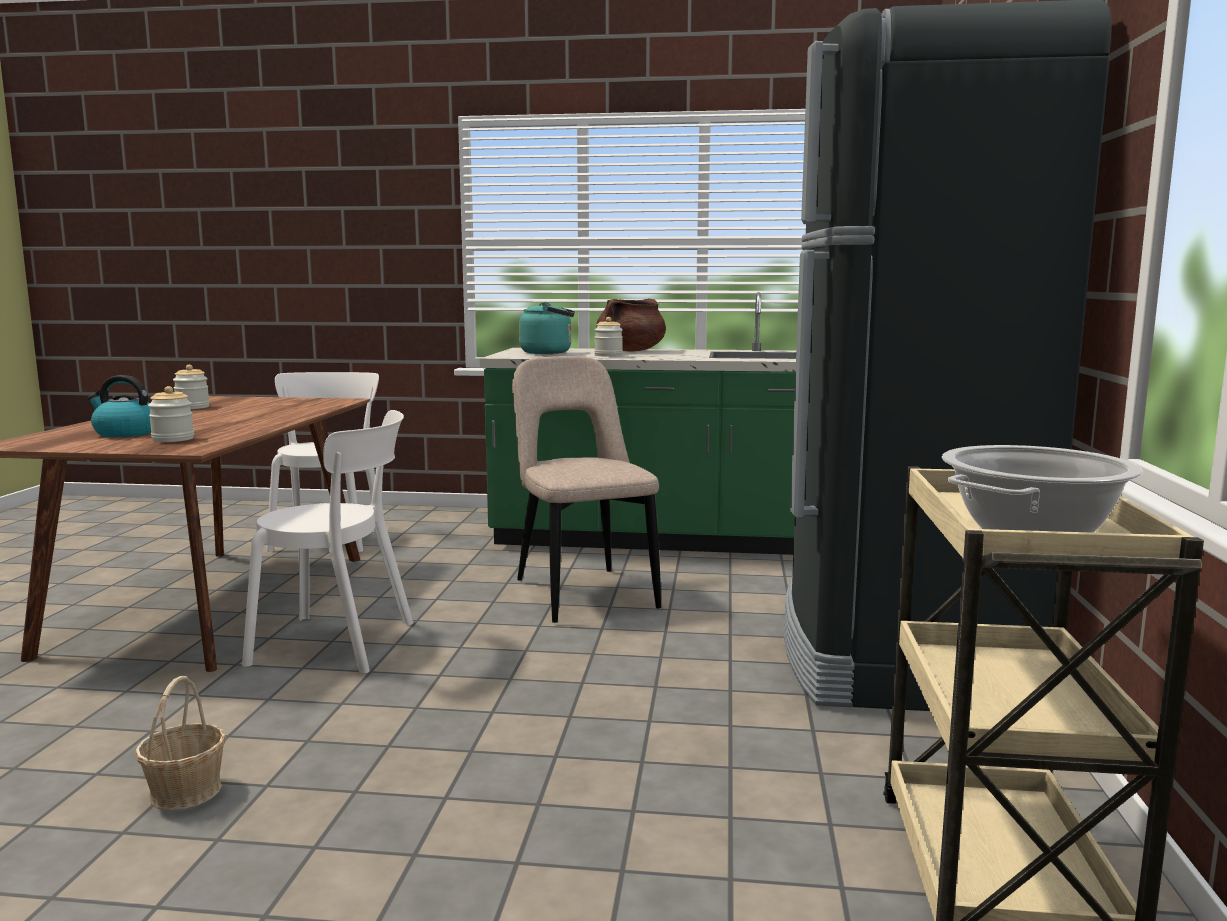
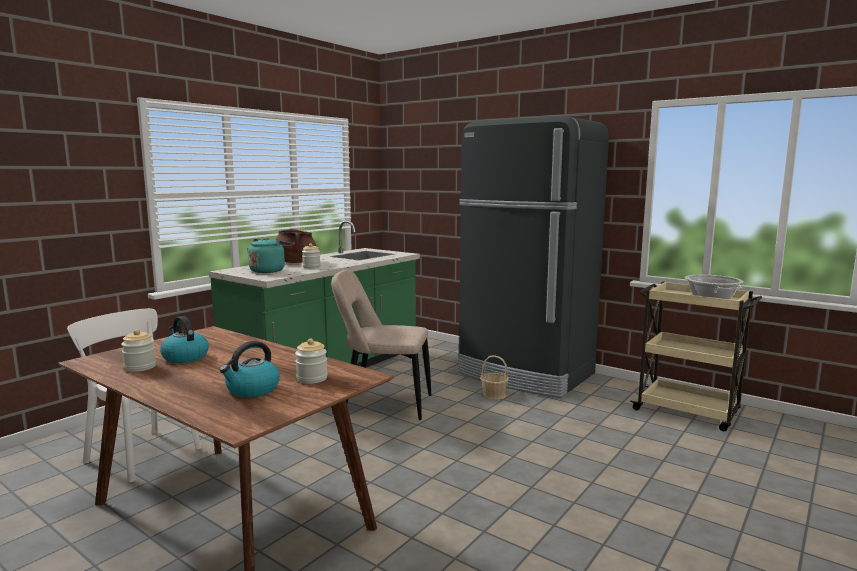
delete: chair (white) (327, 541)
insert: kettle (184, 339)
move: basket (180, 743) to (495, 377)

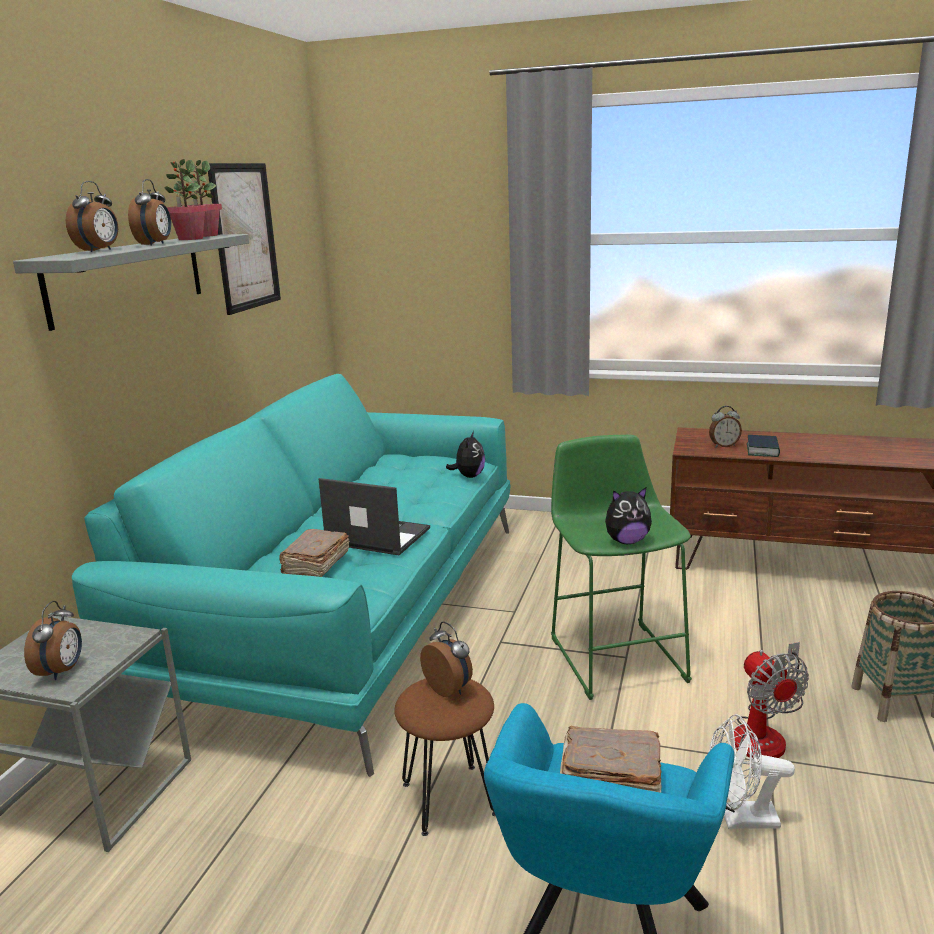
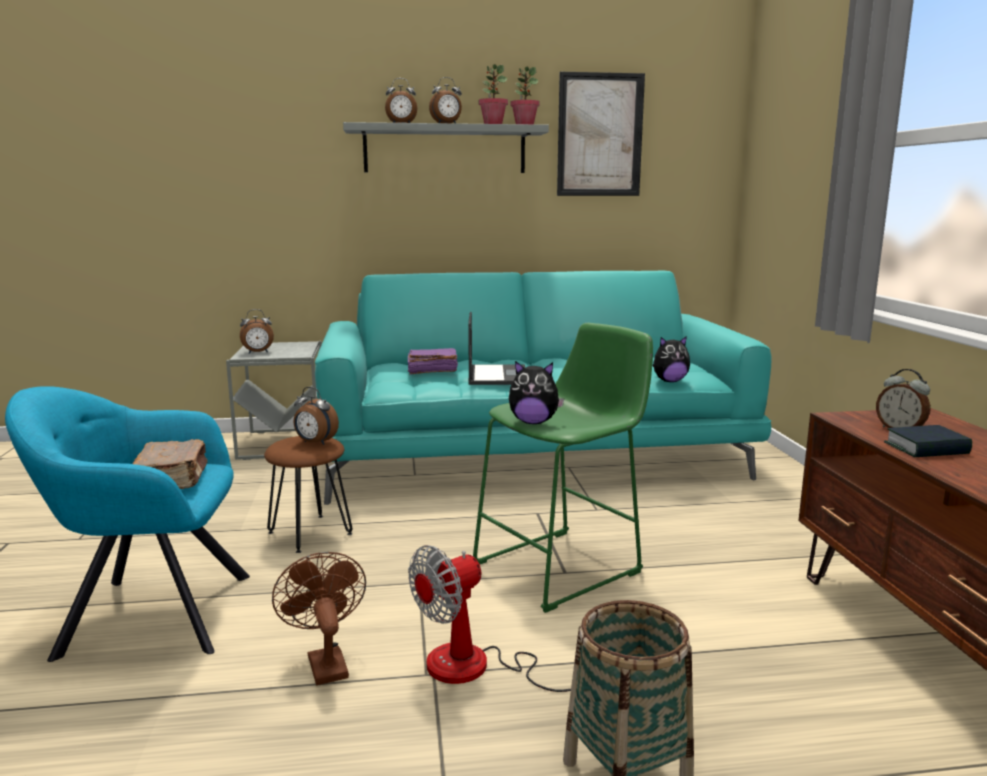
recolor: fan (white) (752, 771) to fan (brown) (319, 618); book (brown) (314, 553) to book (purple) (433, 361)
rotate: alarm clock (446, 659) = (316, 416) 90 degrees clockwise; plush toy (628, 515) = (536, 392) 45 degrees counterclockwise

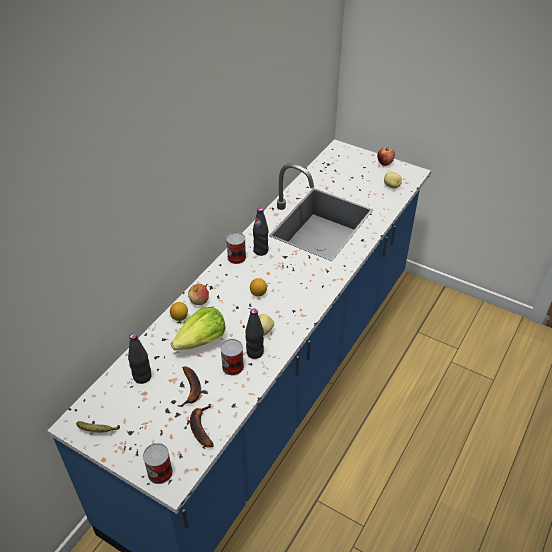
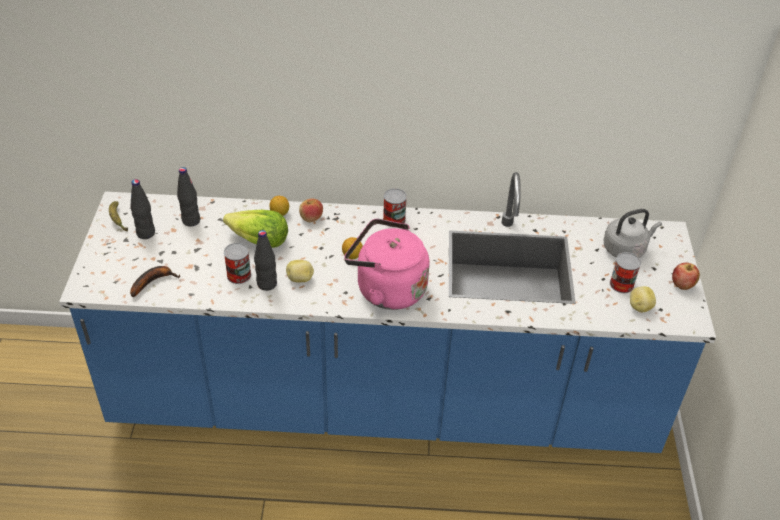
delete: banana (189, 387)
insert: kettle (pink) (387, 264); kettle (grey) (632, 233)
move: bottle (black) (261, 232) to (143, 209); can (158, 463) to (625, 272)

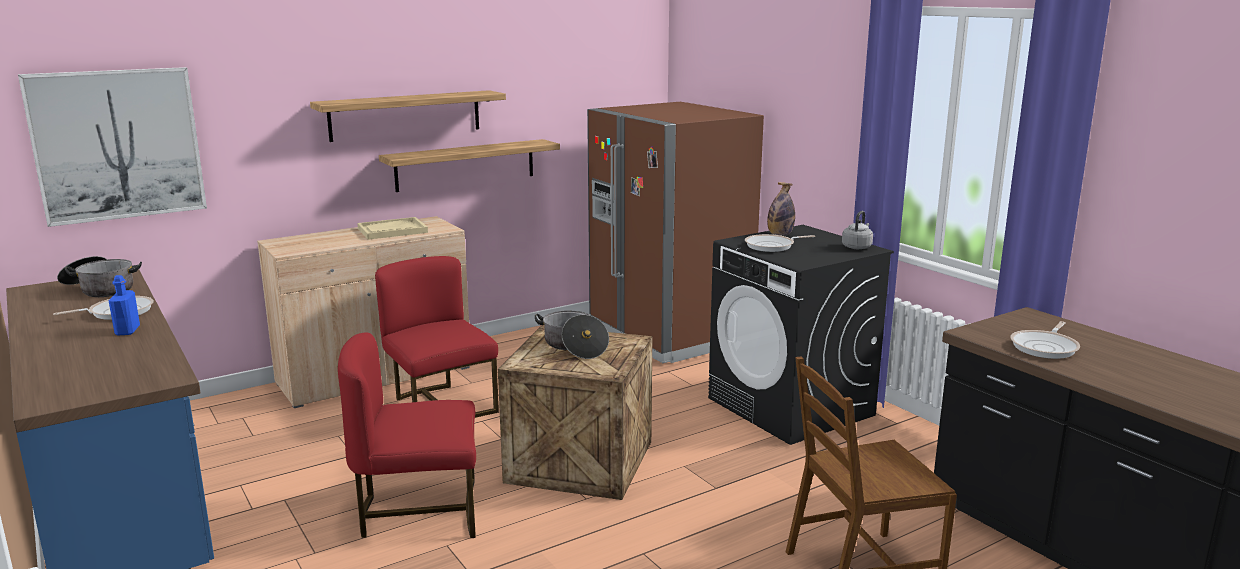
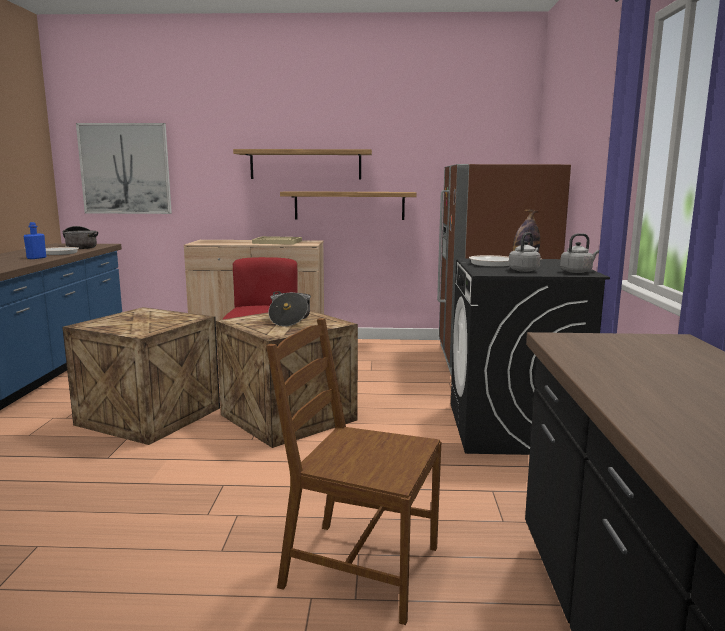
delete: frying pan (1045, 340)
insert: kettle (grey) (525, 252)
replace: chair (red) (407, 435) to crate (141, 376)

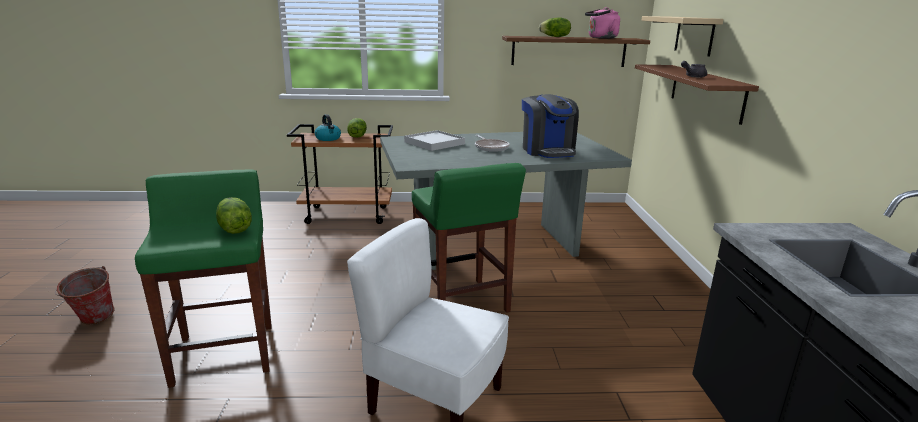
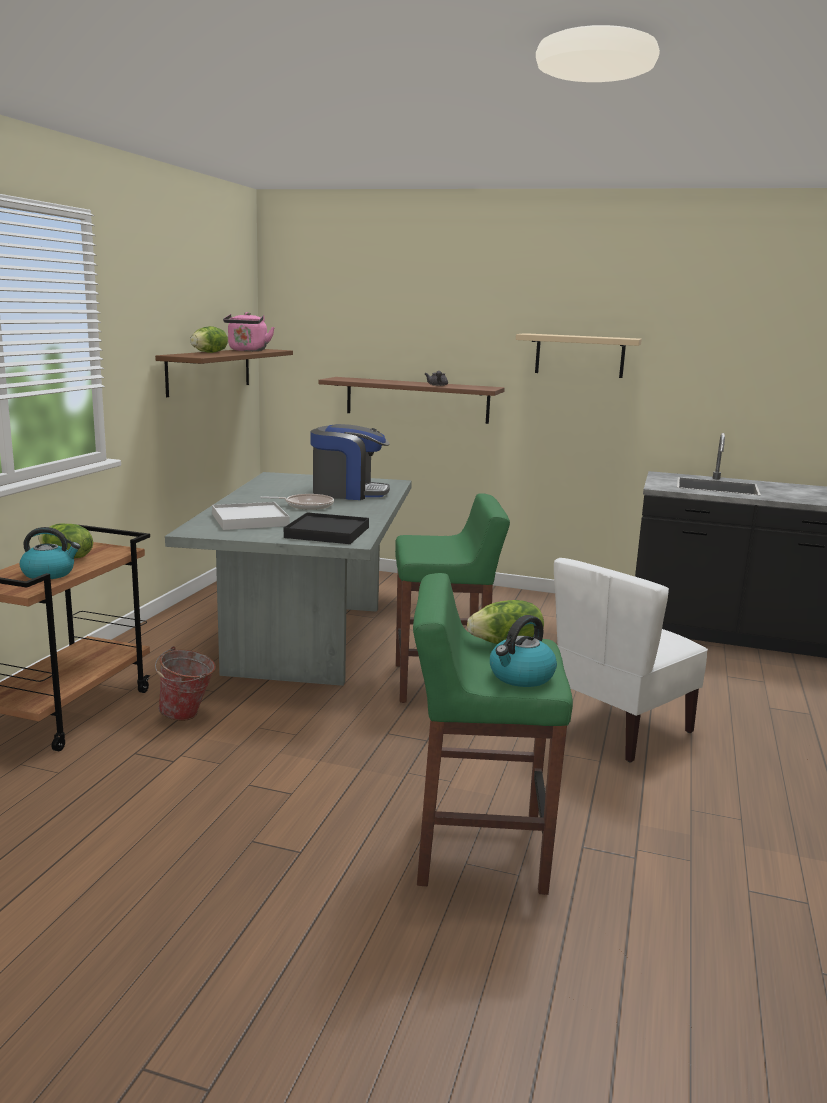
insert: tray (black) (326, 528); kettle (523, 651)
move: bucket (85, 295) to (185, 683); shelf (beige) (682, 36) to (579, 355)

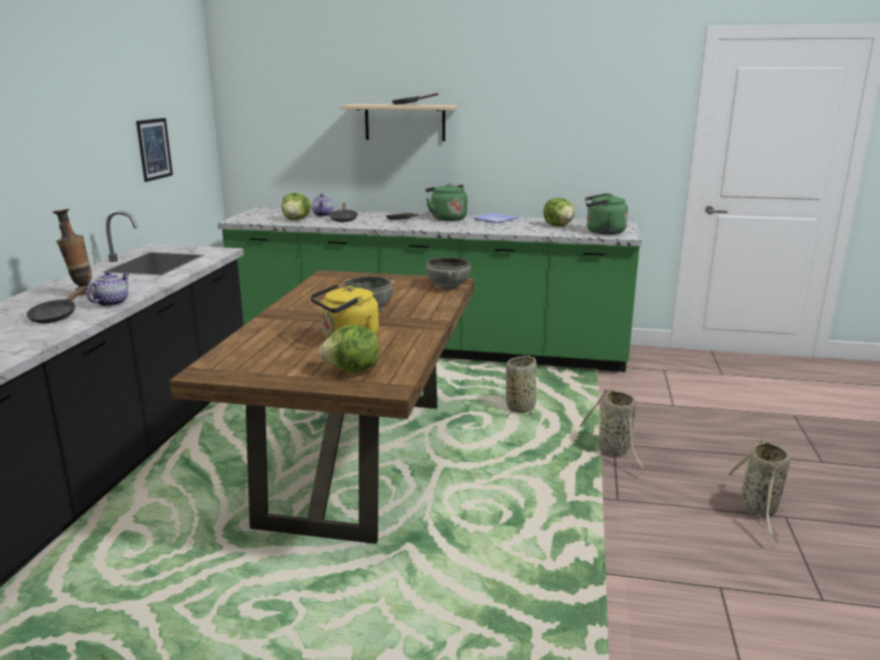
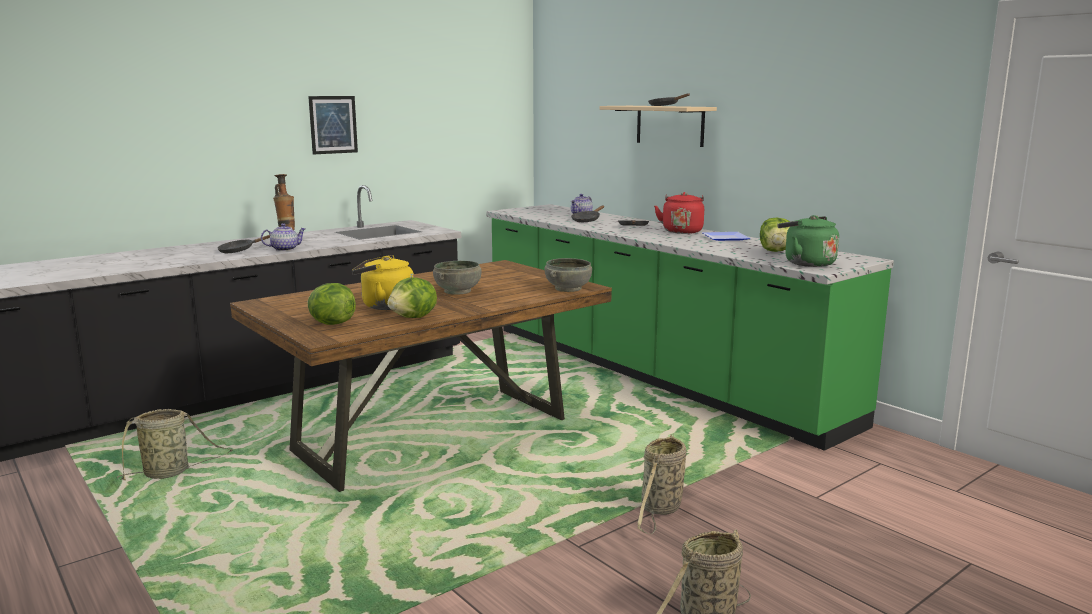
move: basket (521, 387) to (174, 444); picture (154, 150) to (333, 125); lettuce (296, 206) to (412, 298)
recolor: kettle (green) (446, 202) to kettle (red) (679, 213)

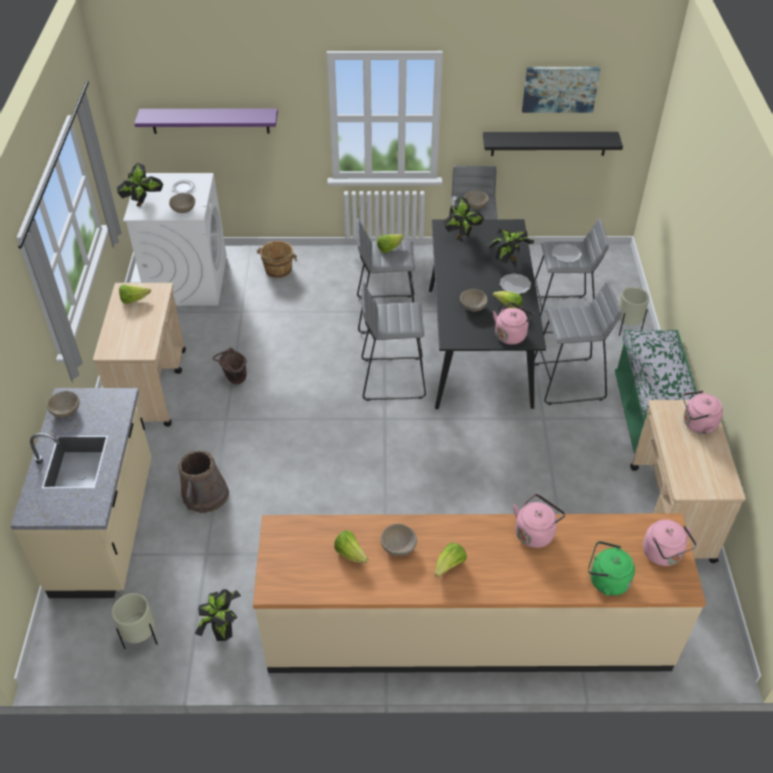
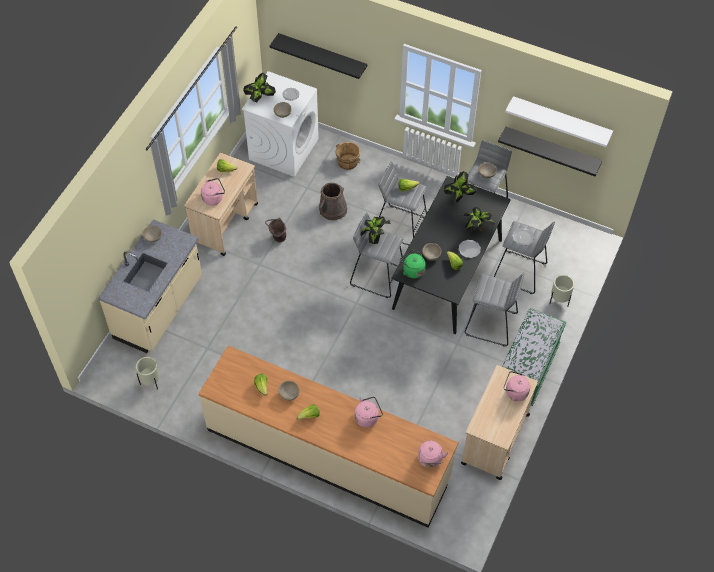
move: kettle (pink) (514, 323) to (213, 192); bucket (brown) (203, 482) to (333, 201); potted plant (218, 615) to (375, 230); kettle (green) (611, 568) to (413, 263)
replace: picture (561, 90) to shelf (white) (559, 121)
recolor: shelf (purple) (206, 121) to shelf (black) (318, 56)

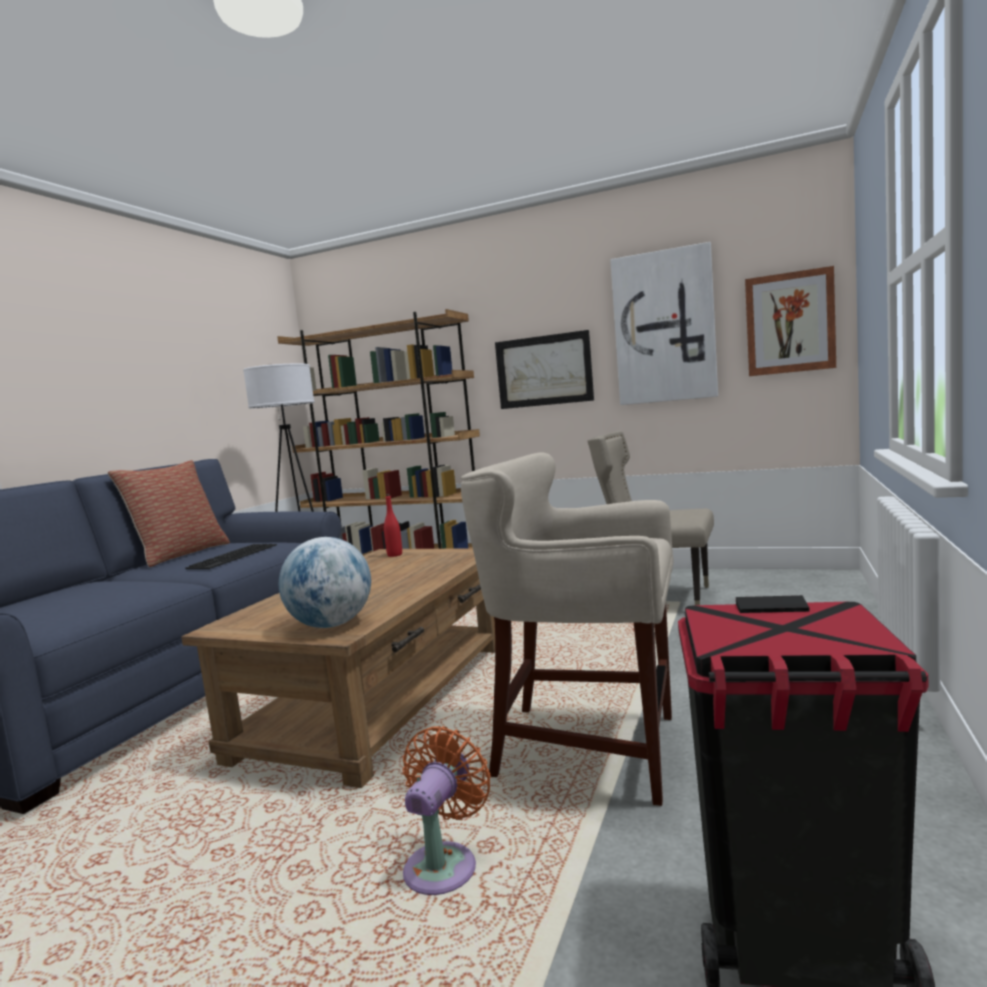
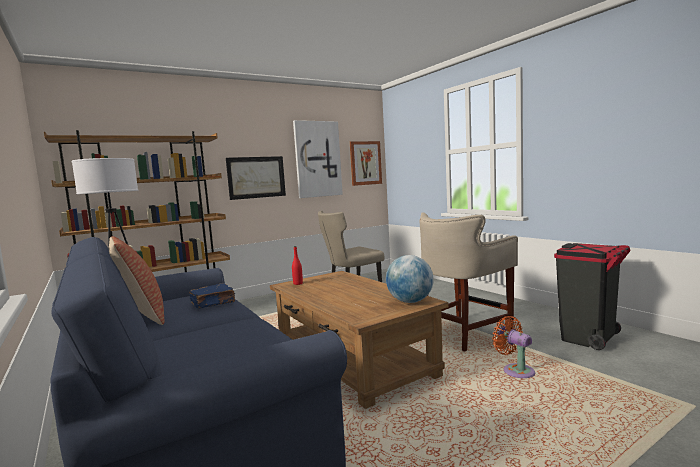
replace: keyboard (231, 556) to book (blue) (212, 295)

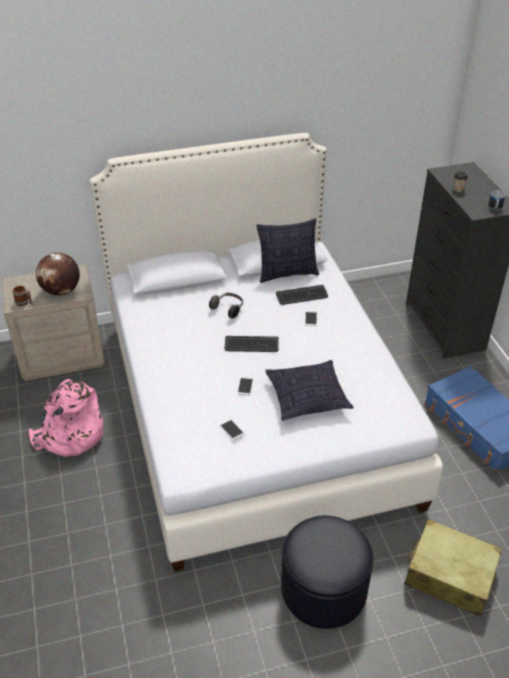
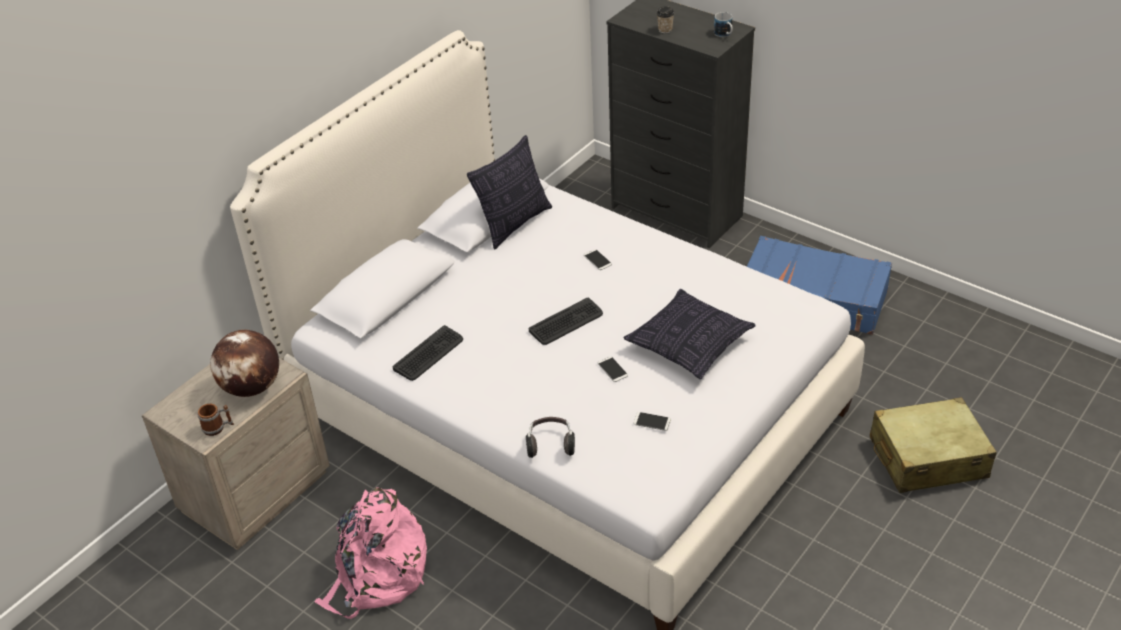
delete: ottoman (black) (327, 572)
move: keyboard (302, 295) to (428, 353); headphones (226, 305) to (550, 437)

